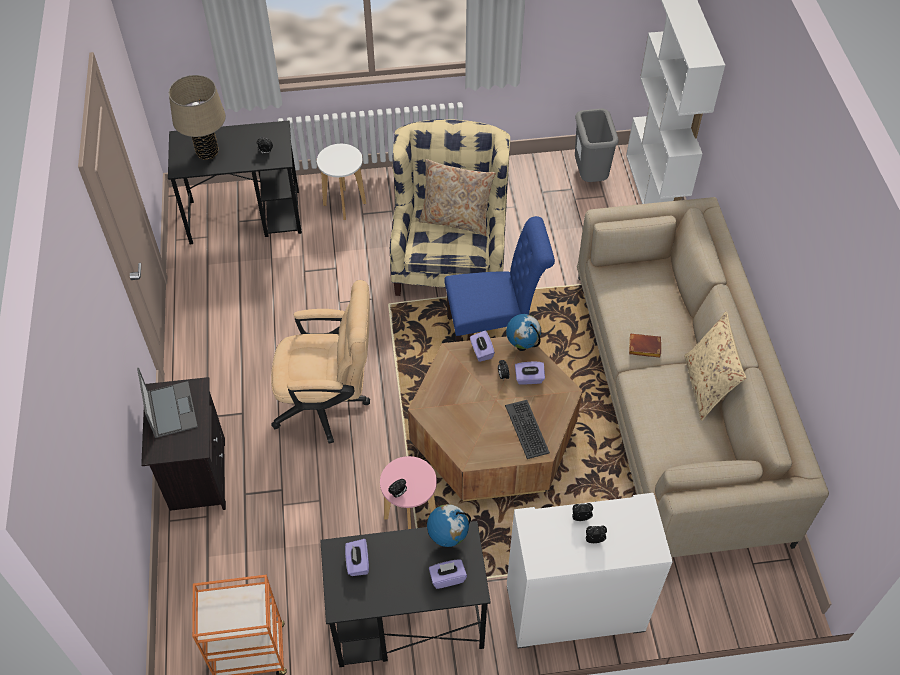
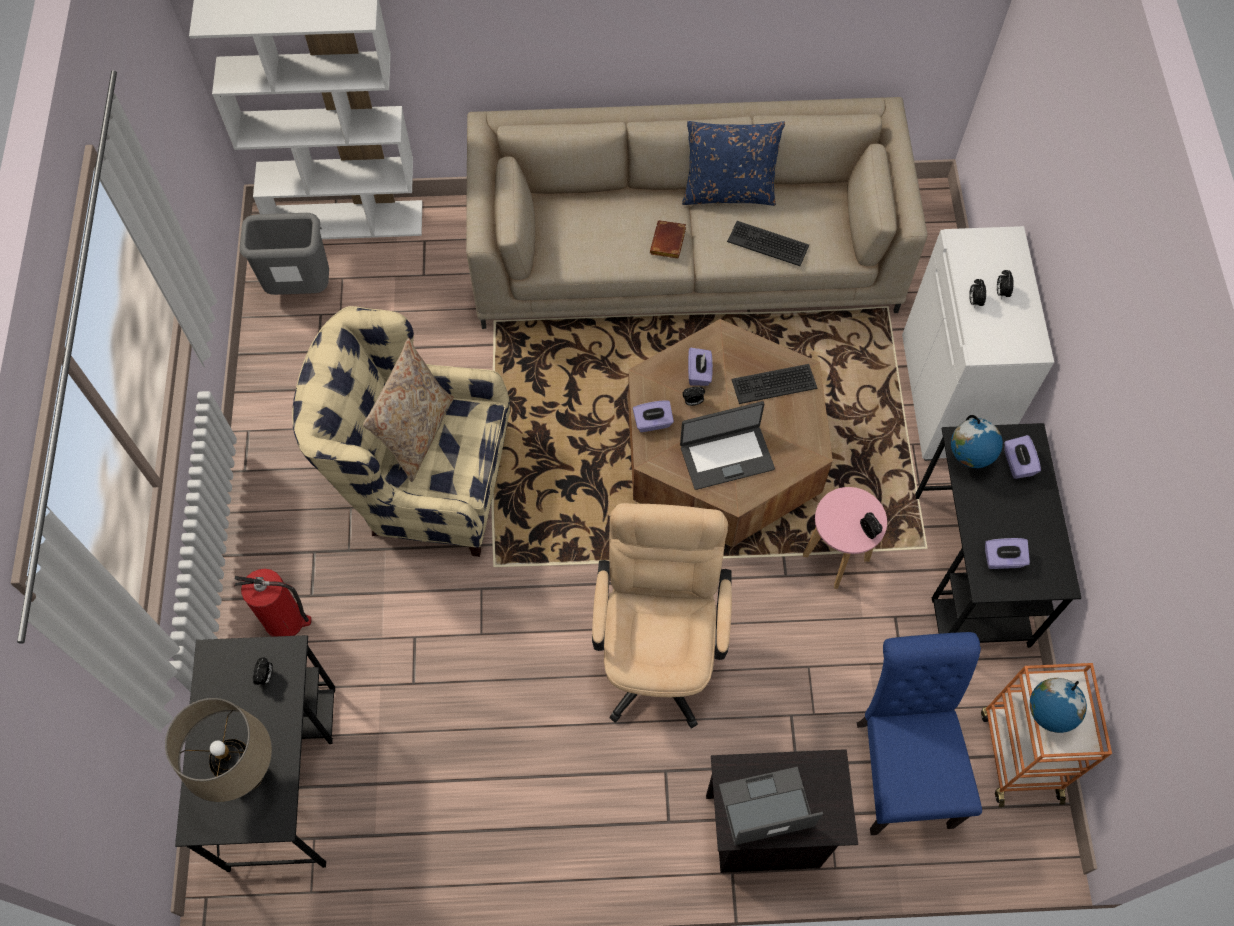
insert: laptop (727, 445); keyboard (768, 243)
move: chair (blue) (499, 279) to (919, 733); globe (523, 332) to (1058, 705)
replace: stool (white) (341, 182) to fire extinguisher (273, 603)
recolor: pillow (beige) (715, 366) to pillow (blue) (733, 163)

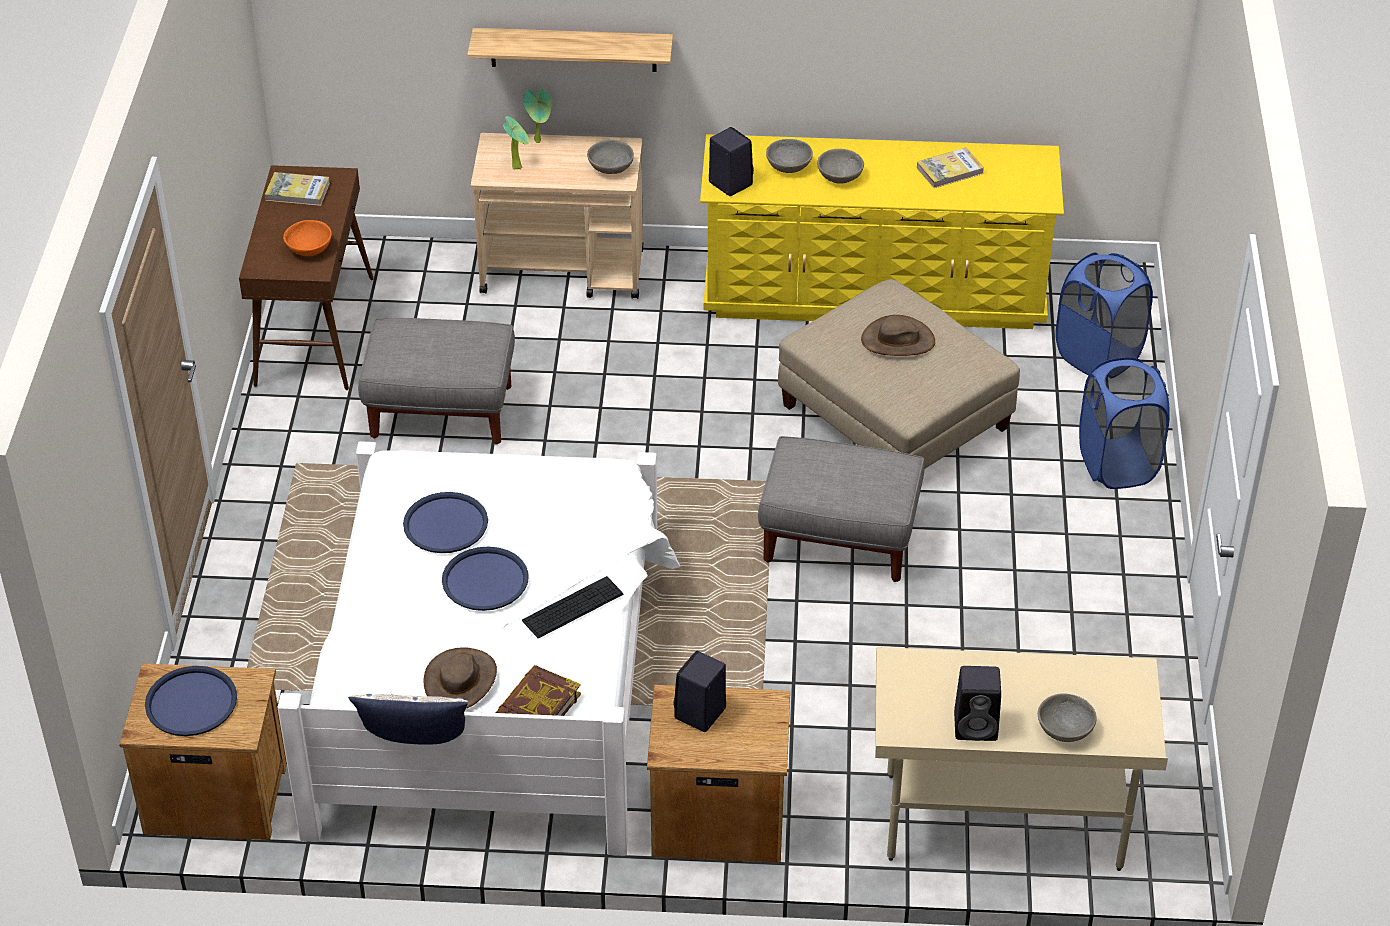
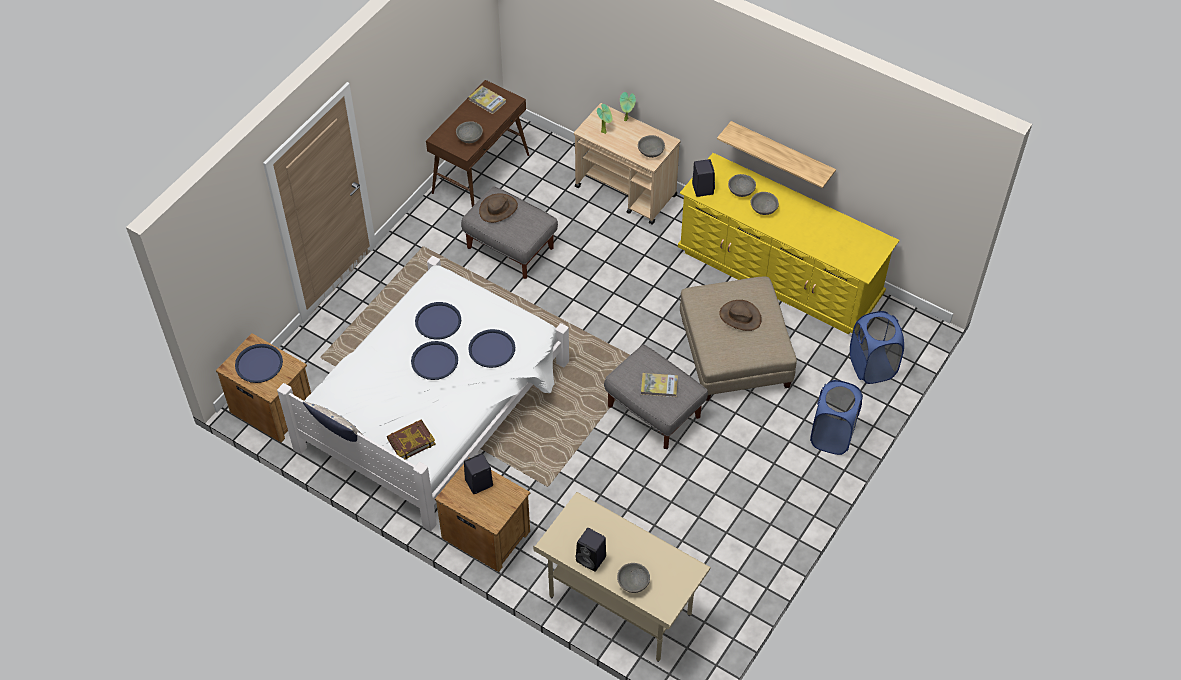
delete: keyboard (572, 607)
insert: tray (blue) (491, 348)
move: hat (brown) (460, 677) to (498, 208); book (950, 167) to (659, 385); shelf (570, 50) to (776, 154)
recolor: bowl (orange) (307, 238) to bowl (grey) (469, 132)

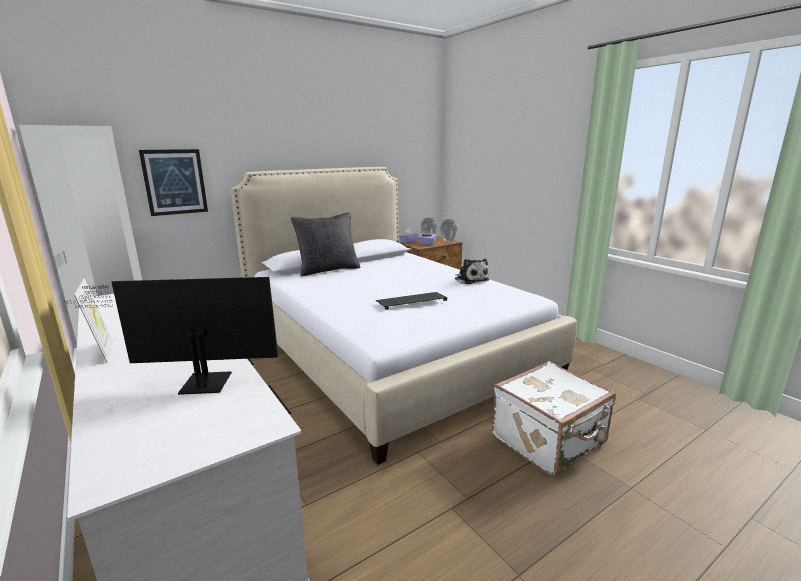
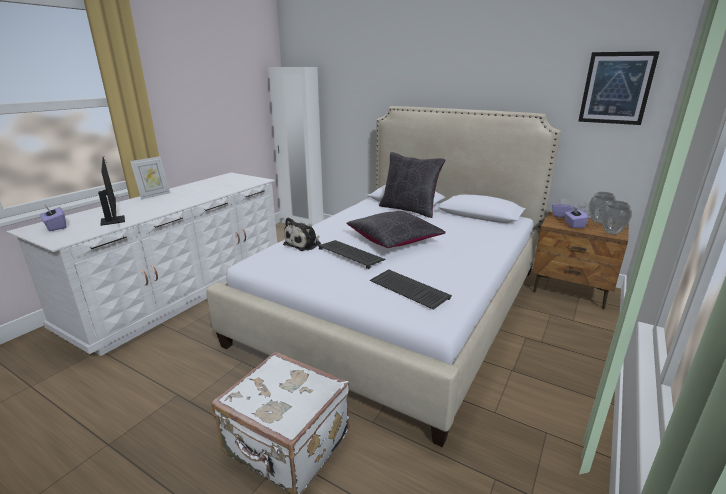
insert: tissue box (purple) (53, 218); pillow (black) (396, 229); keyboard (411, 289)
move: plush toy (472, 272) to (302, 234); picture (173, 182) to (619, 88)

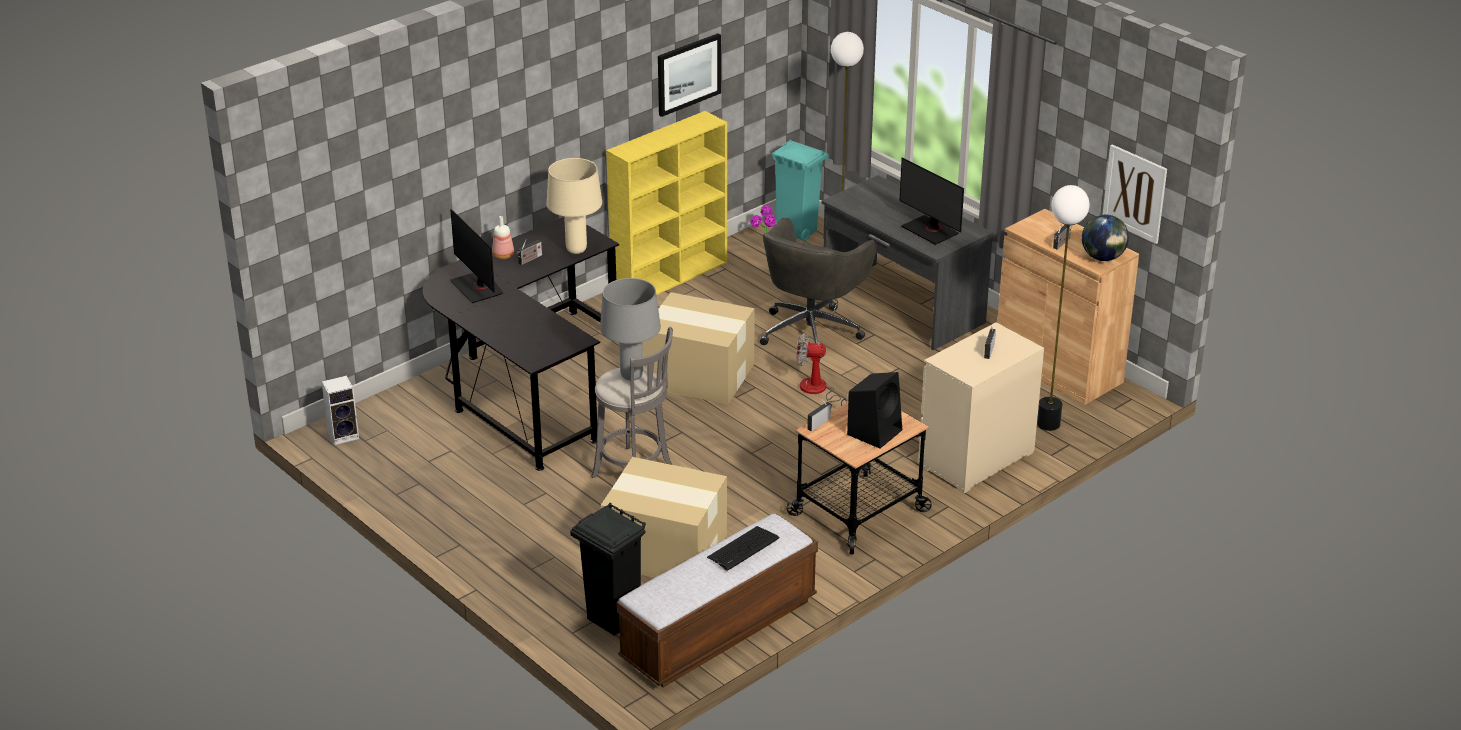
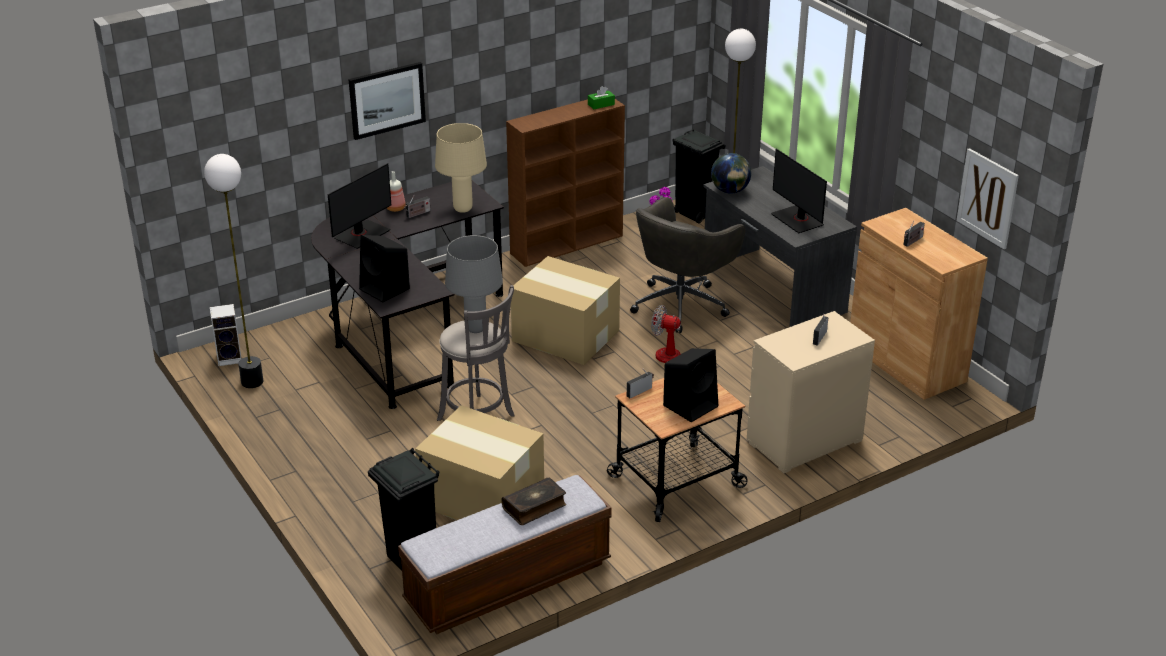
insert: speaker (black) (384, 268); tissue box (green) (601, 97)
move: floor lamp (1063, 308) to (233, 271); picture (689, 75) to (387, 101); globe (1105, 238) to (731, 173)
replace: keyboard (743, 548) to book (533, 501)
recolor: bookcase (yellow) (666, 203) to bookcase (brown) (565, 183); trash can (turquoise) (800, 191) to trash can (black) (698, 176)
rotate: monitor (476, 256) = (359, 206) 120 degrees counterclockwise

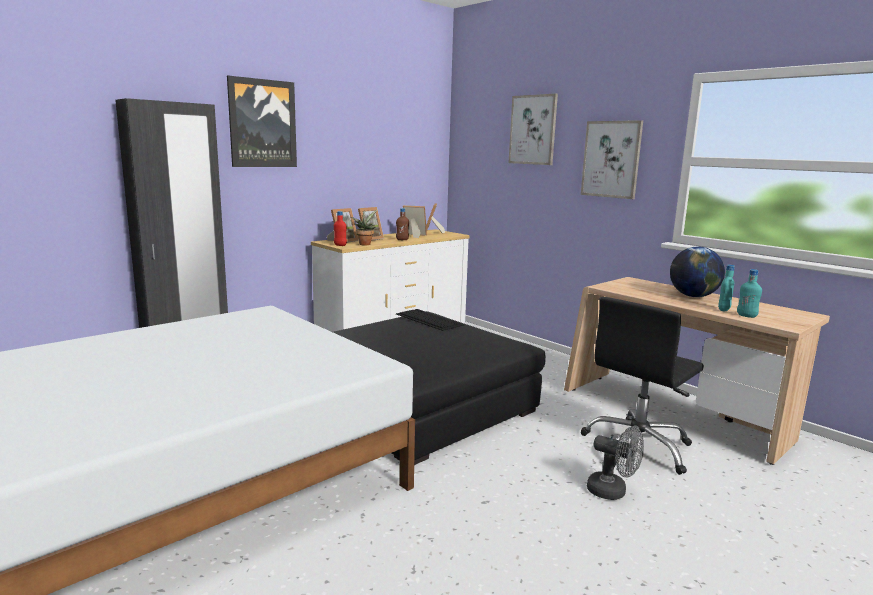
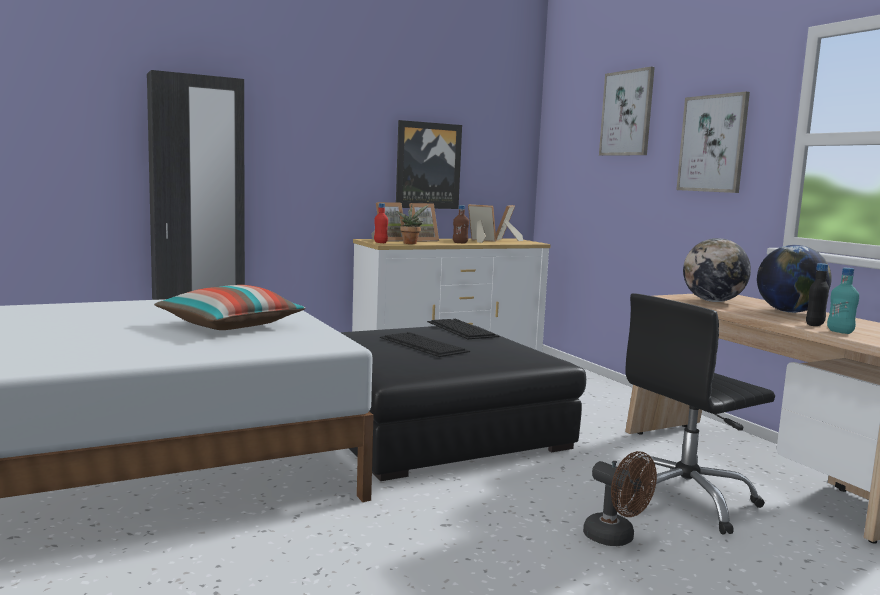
insert: pillow (229, 307); keyboard (425, 344); globe (717, 270)
move: picture (262, 121) to (429, 164)
recolor: fan (grey) (615, 463) to fan (brown) (620, 498); bottle (turquoise) (726, 288) to bottle (black) (817, 294)

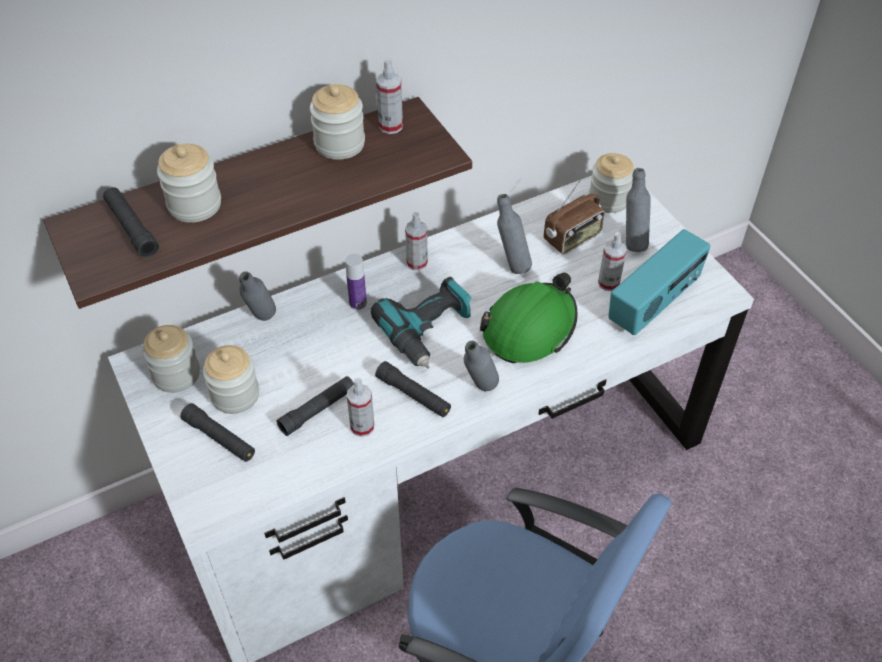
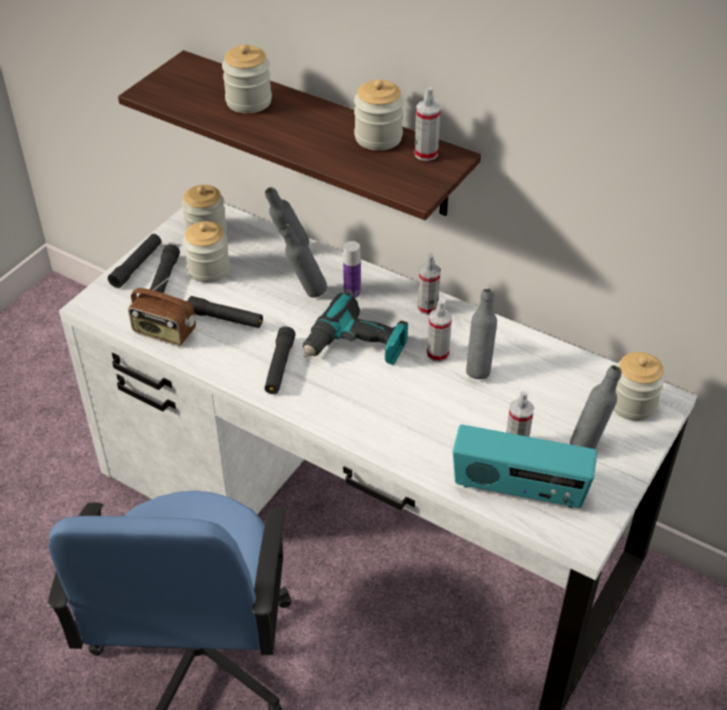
delete: hard hat (green) (529, 318)
move: flashlight (black) (131, 222) to (134, 261); radio (574, 217) to (162, 311); bottle (grey) (481, 366) to (304, 261); spray bottle (360, 407) to (439, 331)

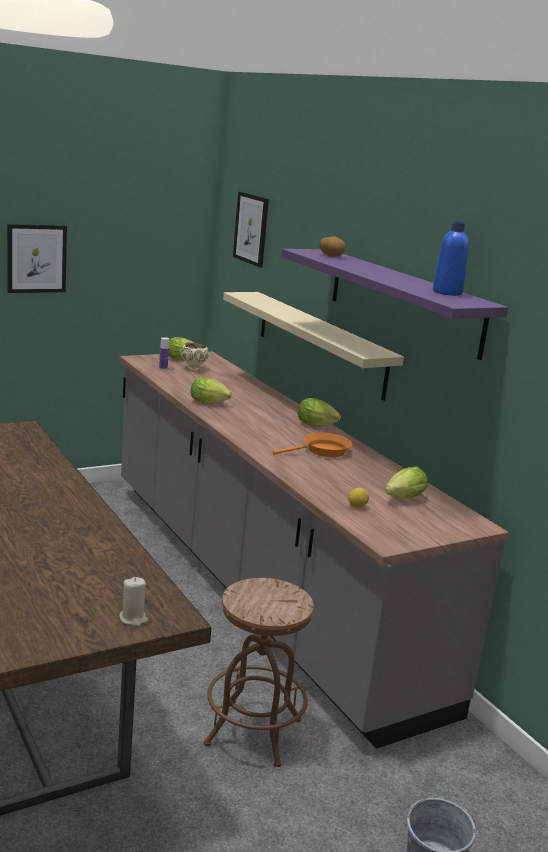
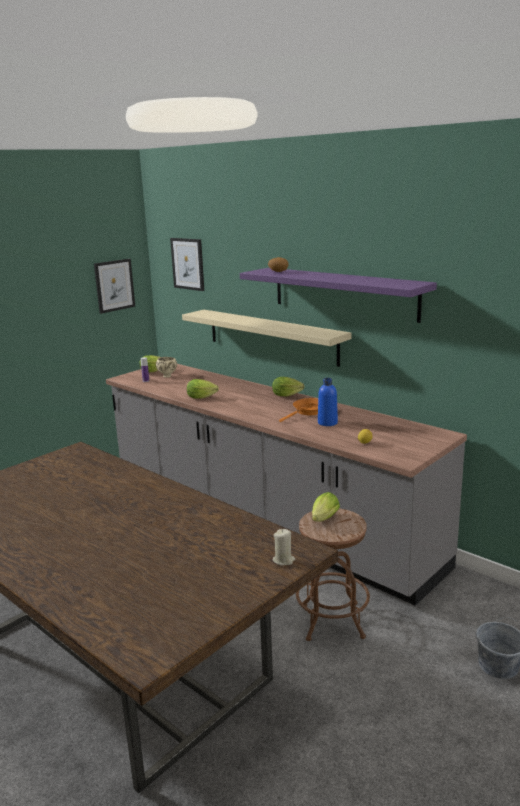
move: picture (37, 258) to (114, 286); lettuce (406, 482) to (326, 507); bottle (blue) (451, 258) to (328, 402)

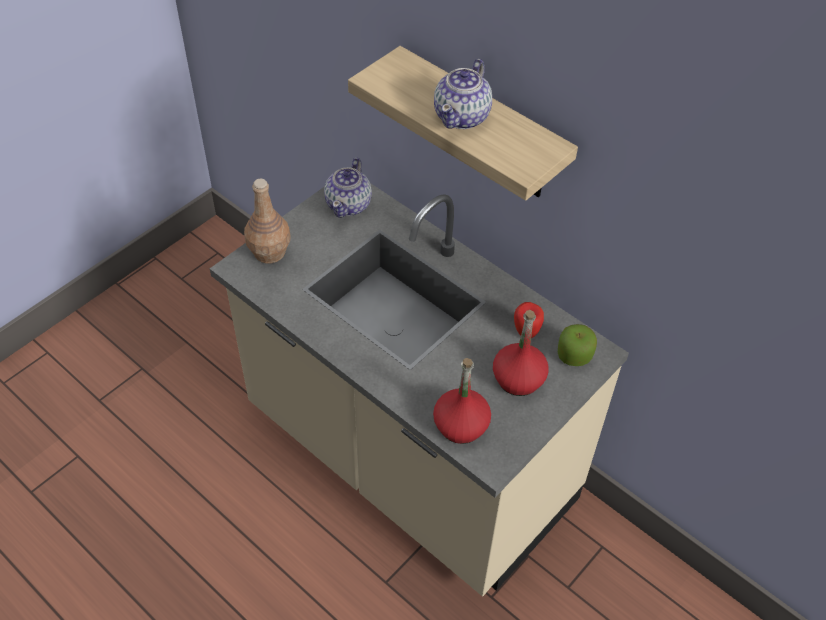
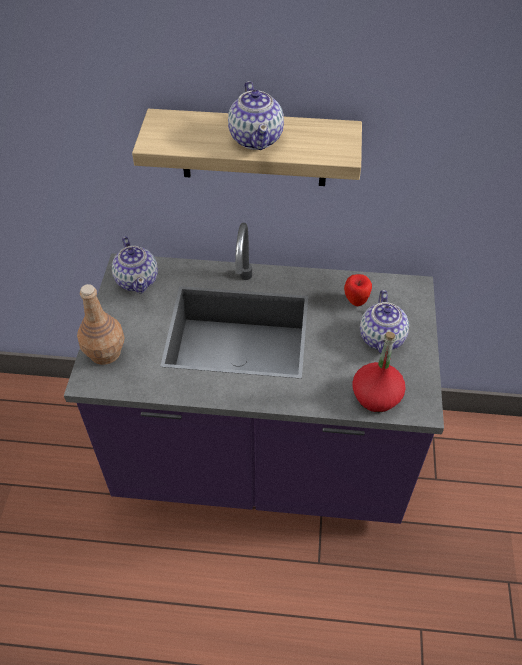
delete: apple (577, 345)
replace: bottle (red) (521, 353) to teapot (384, 321)
recolor: counter (beige) (419, 389) to counter (purple) (254, 373)

